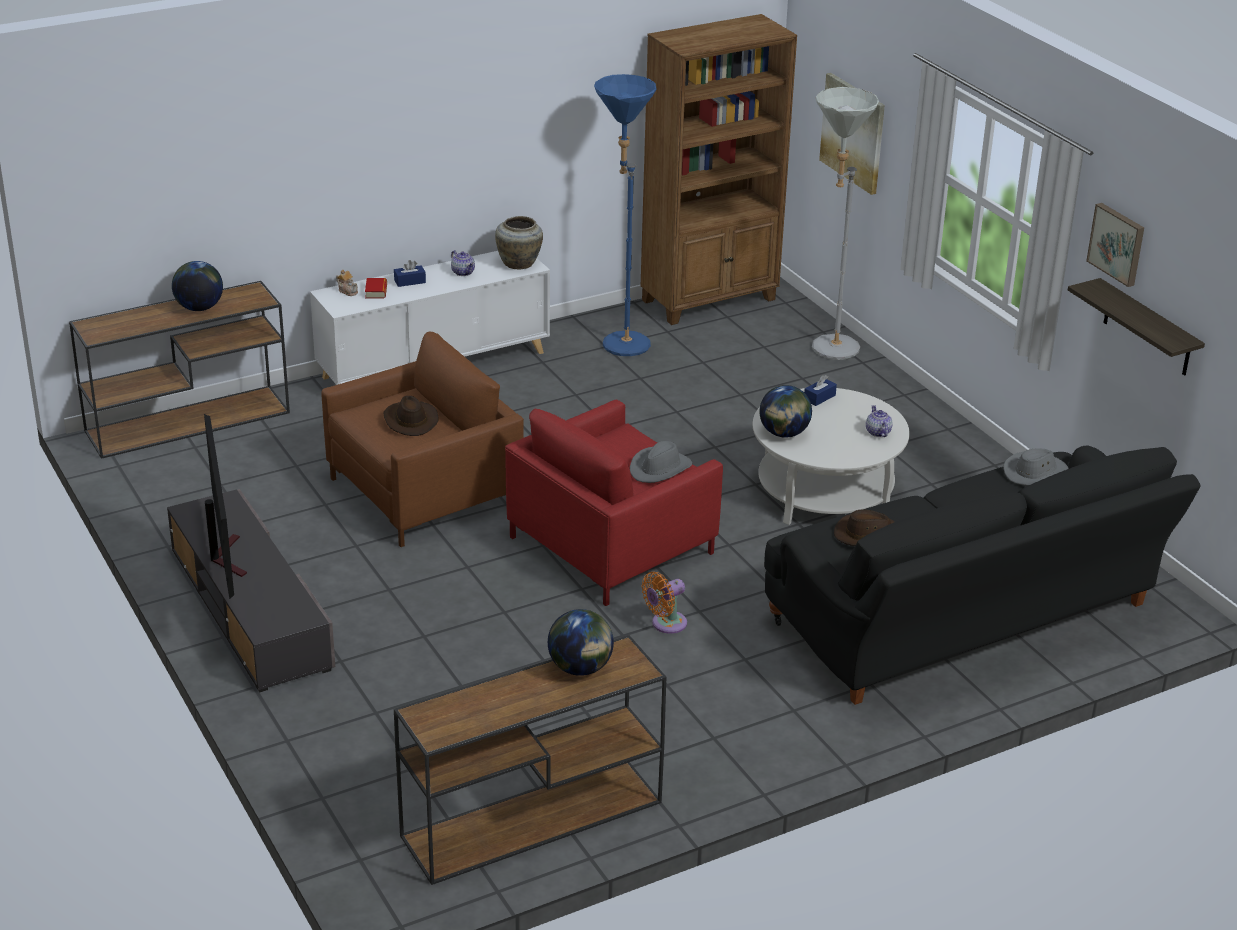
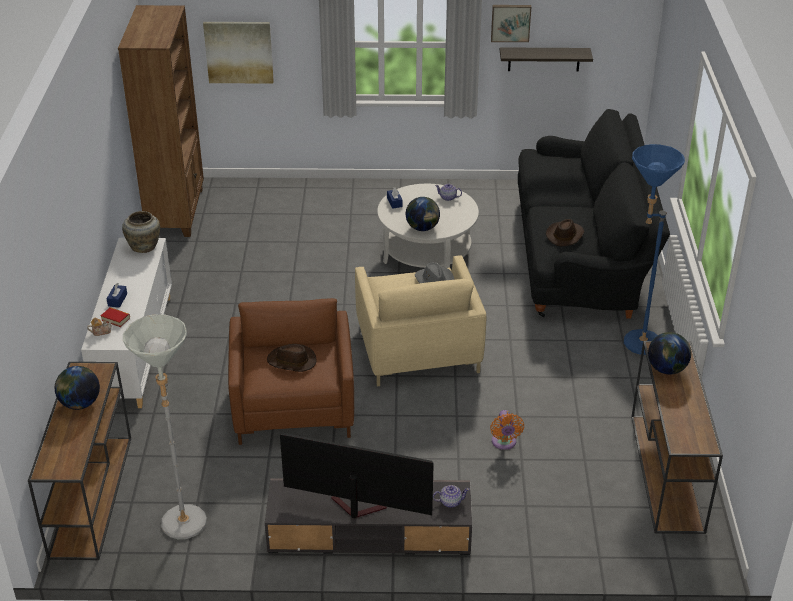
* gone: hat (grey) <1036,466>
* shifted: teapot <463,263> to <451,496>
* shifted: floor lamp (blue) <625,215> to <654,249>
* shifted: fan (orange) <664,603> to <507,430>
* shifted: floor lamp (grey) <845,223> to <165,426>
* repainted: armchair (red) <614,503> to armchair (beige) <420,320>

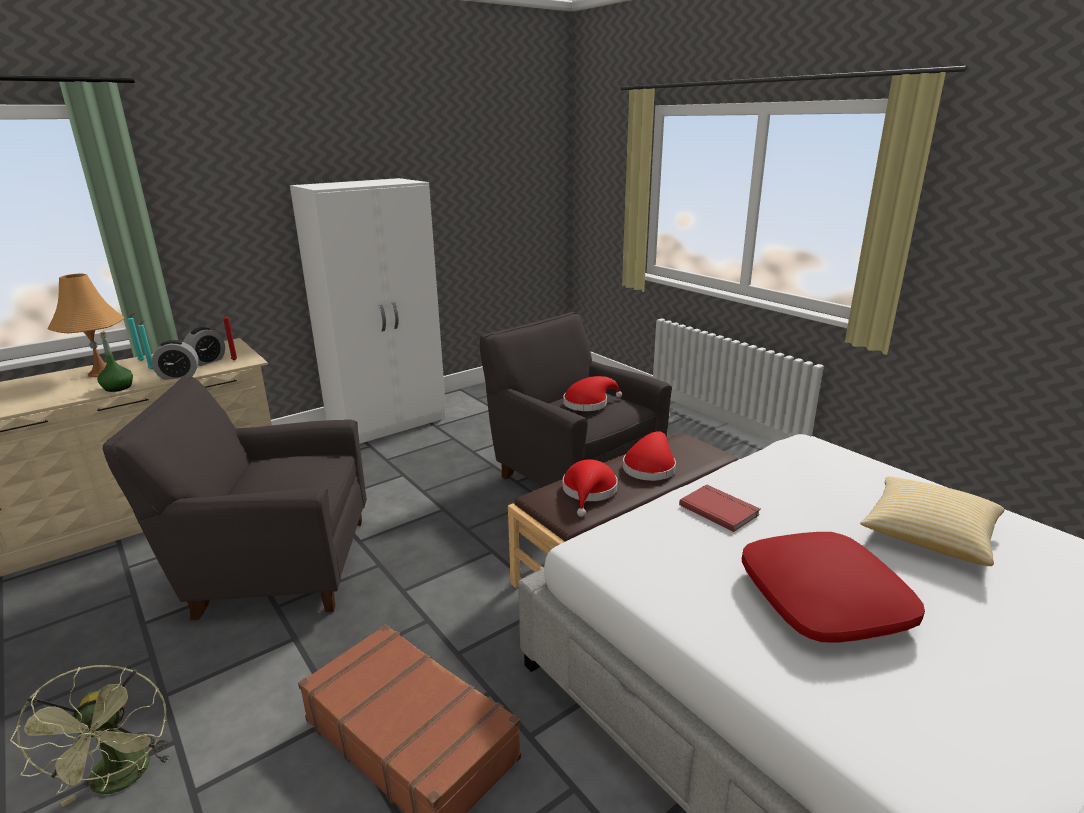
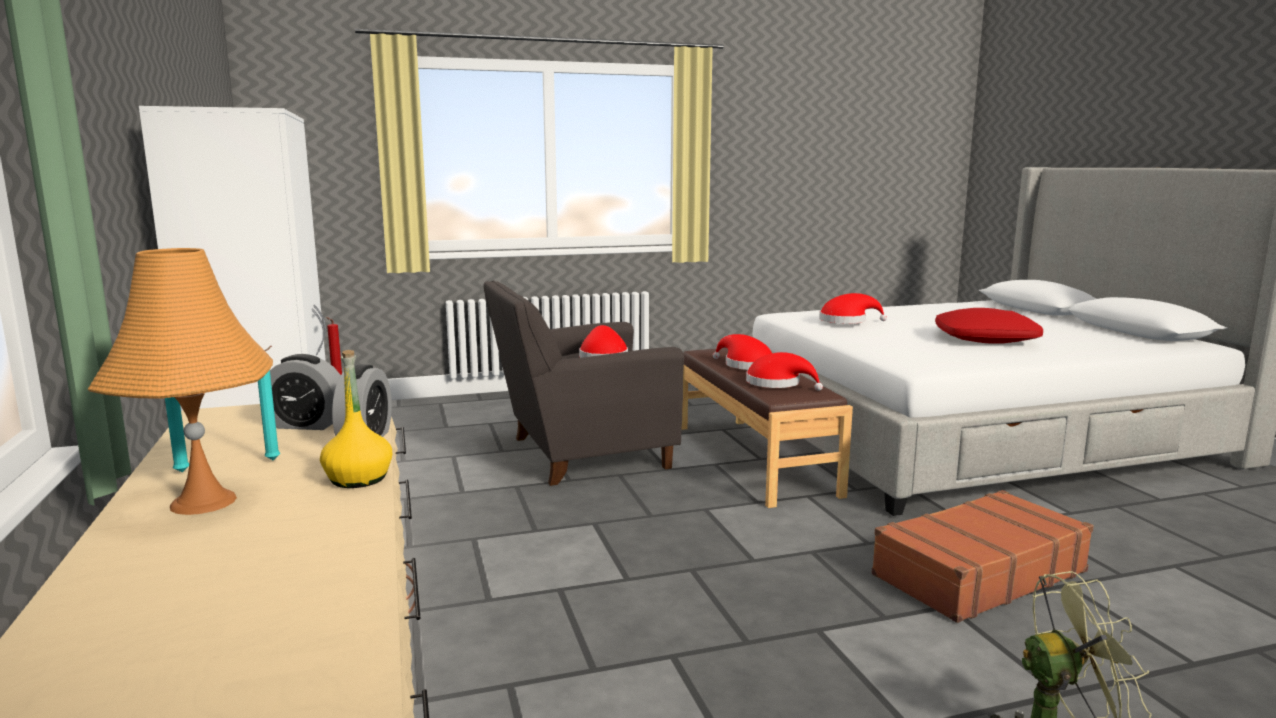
* gone: armchair (grey) <235,498>
* gone: book (red) <719,508>
* gone: pillow <932,521>
* new: hat (red) <853,308>
* repainted: bottle (green) <115,361> to bottle (yellow) <356,419>
* rotated: alarm clock <204,346> = <305,392> 135 degrees clockwise

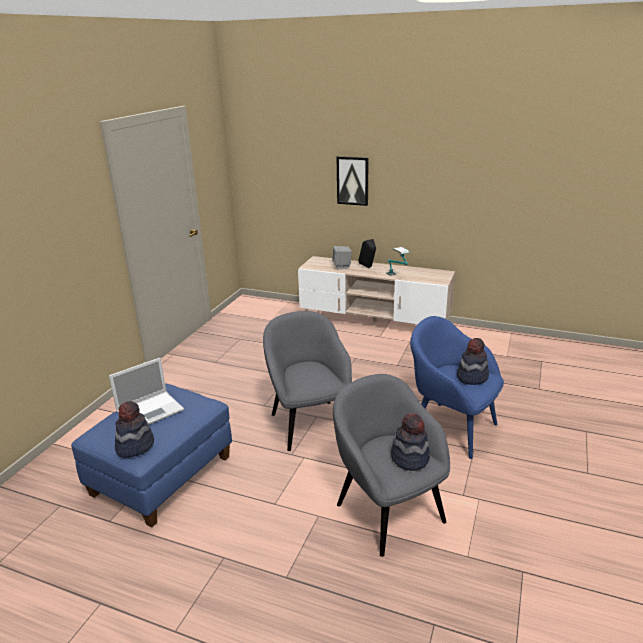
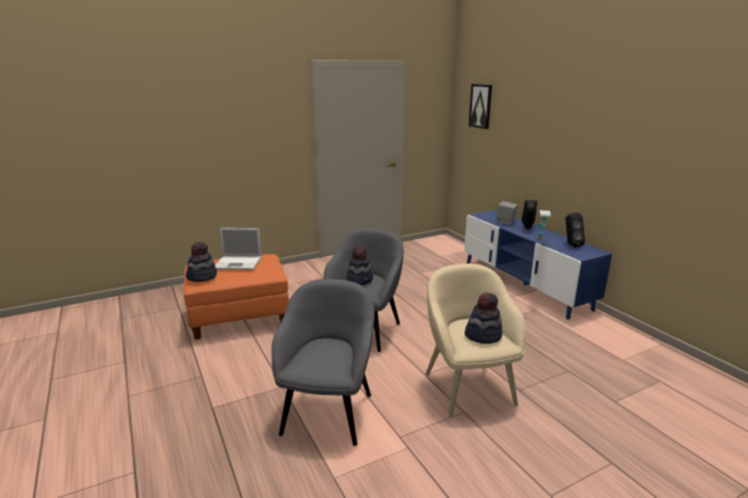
* new: speaker (black) <575,230>
* shifted: picture <353,181> to <480,106>
* shifted: hat <410,442> to <359,265>
* repainted: ottoman (blue) <151,455> to ottoman (orange) <236,297>
* repainted: tv stand (beige) <376,290> to tv stand (blue) <538,265>
* repainted: armchair (blue) <457,387> to armchair (beige) <476,340>

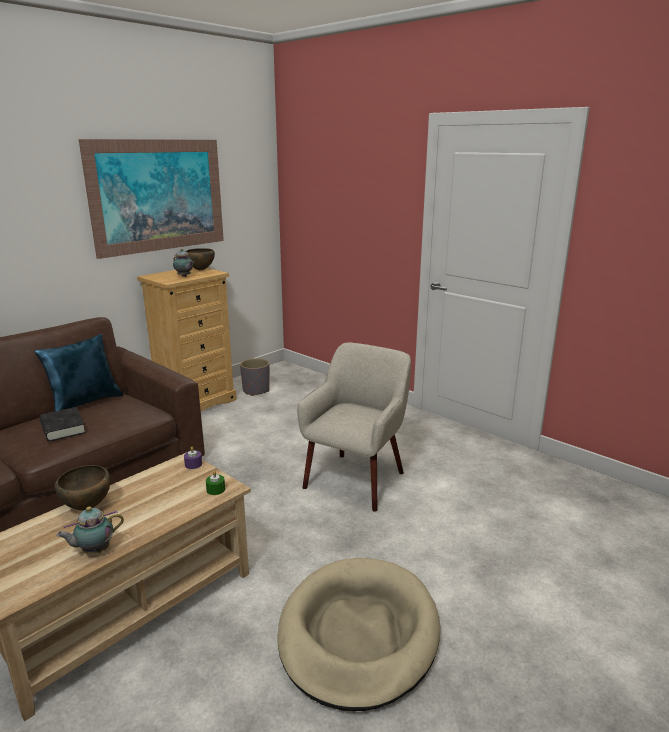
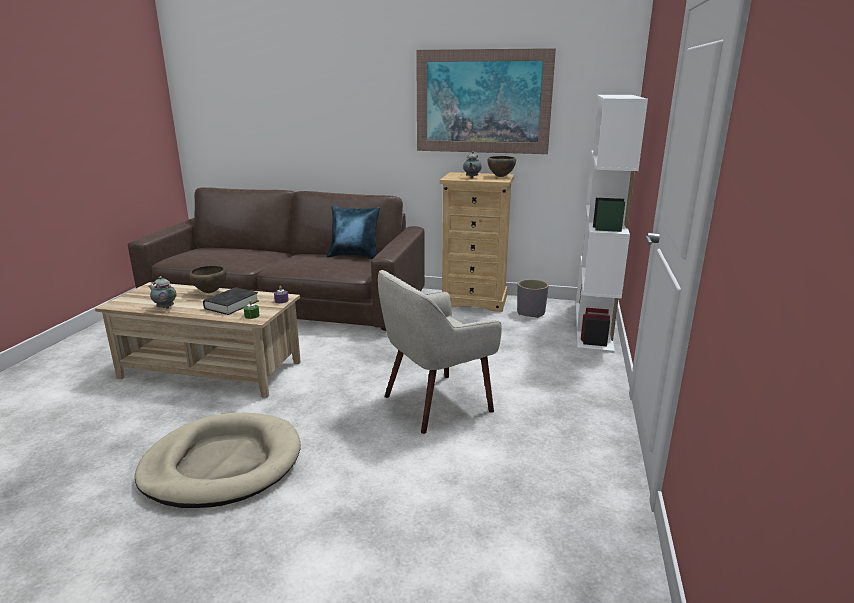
* new: bookcase (white) <612,224>
* shifted: book (black) <63,424> to <231,301>
* rotated: armchair (beige) <354,427> = <440,352> 150 degrees clockwise

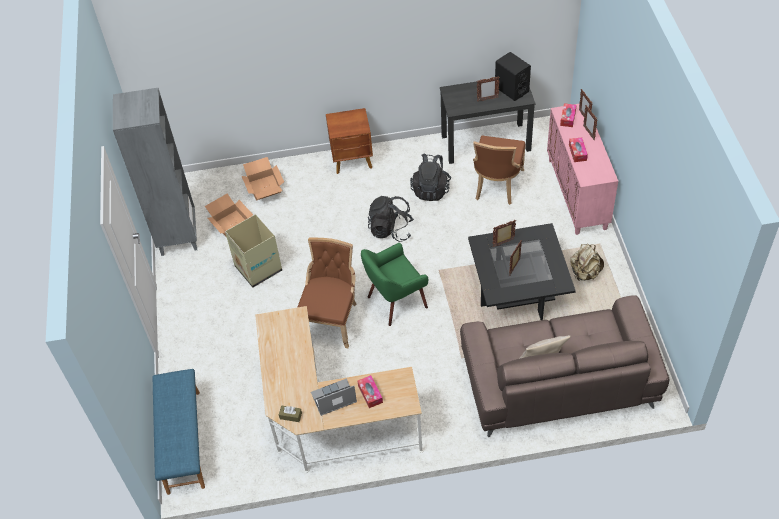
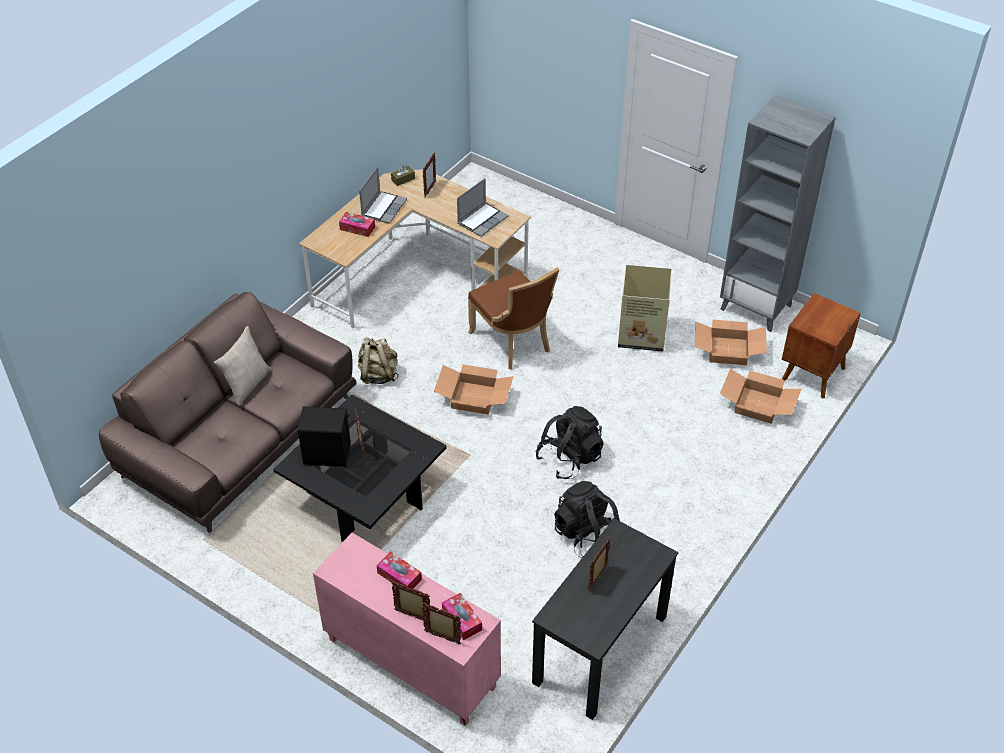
* gone: bench (blue) <179,432>
* gone: chair (brown) <499,170>
* new: laptop <482,207>
* shifted: nightstand (brown) <349,141> to <821,345>
* shifted: picture frame <504,233> to <429,175>
* shifted: speaker (black) <513,76> to <324,436>
* shifted: backpack (beige) <587,262> to <377,361>
* swapped: armchair (green) <394,284> to cardboard box <474,389>

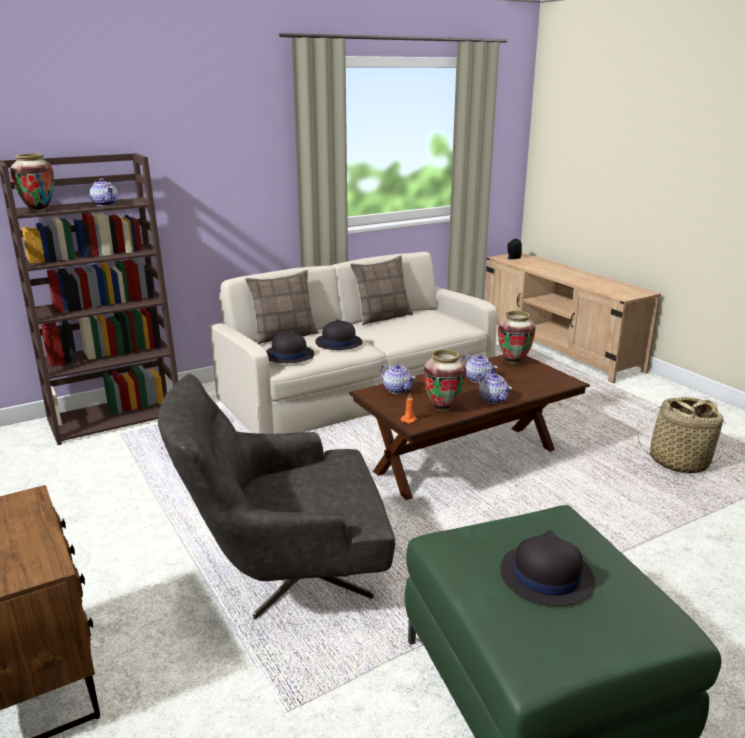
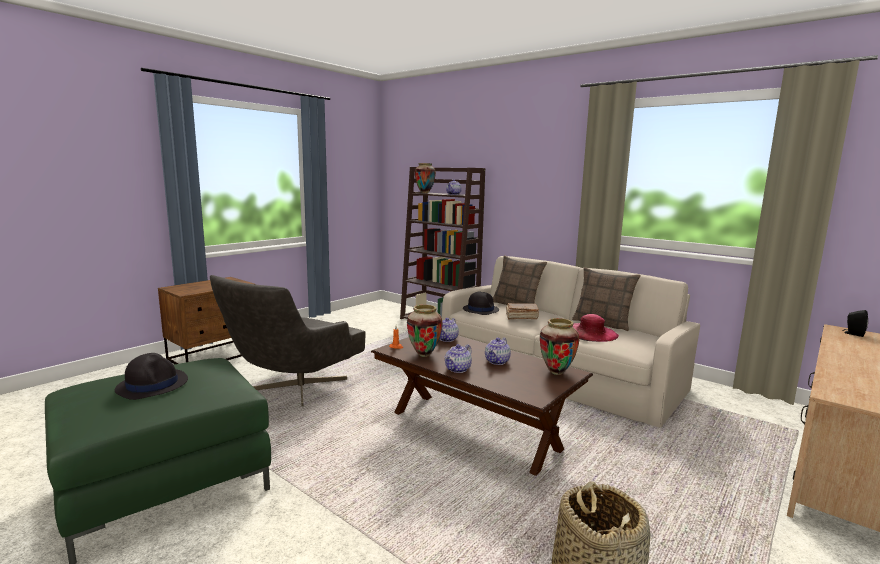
* new: hat (pink) <595,328>
* swapped: hat (black) <339,334> to book (brown) <522,311>
* rotated: armchair (grey) <276,497> = <287,340> 120 degrees counterclockwise

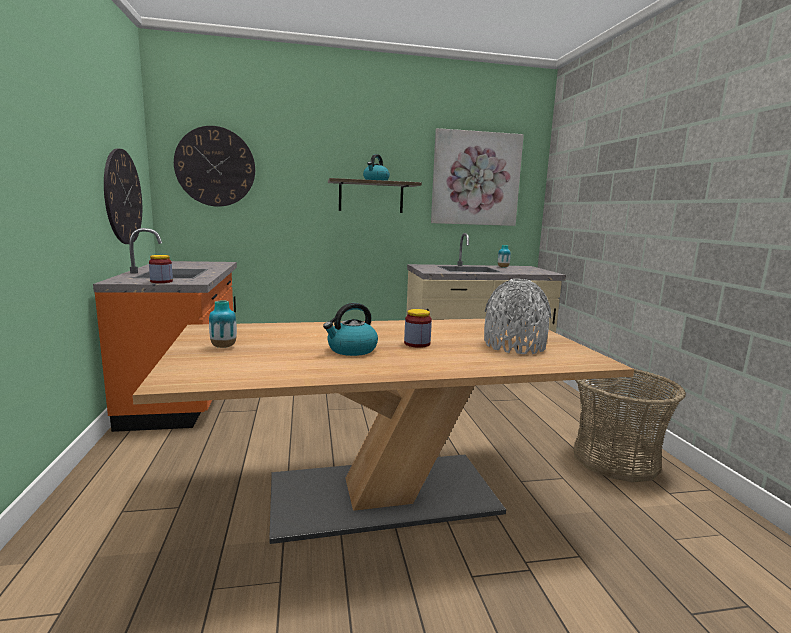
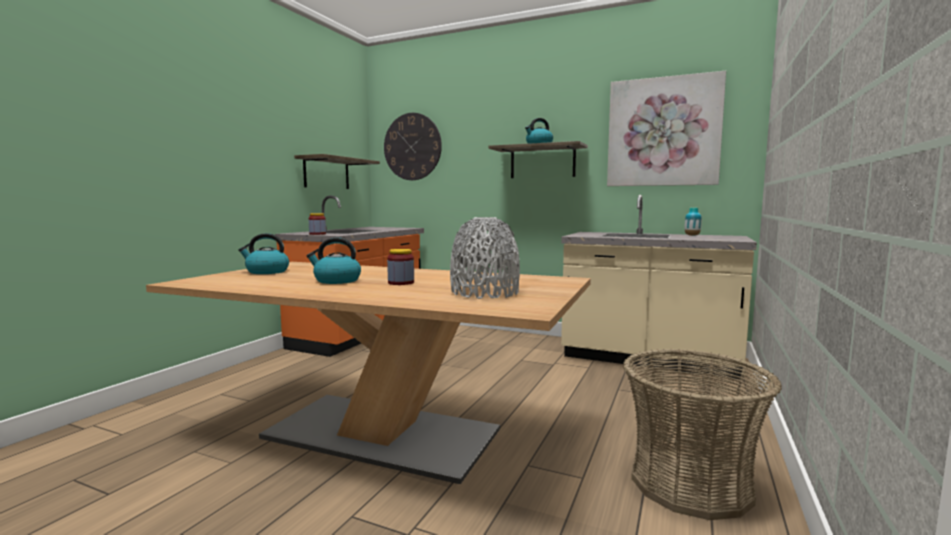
* swapped: wall clock <123,196> to shelf <337,171>
* swapped: vase <223,324> to kettle <263,253>

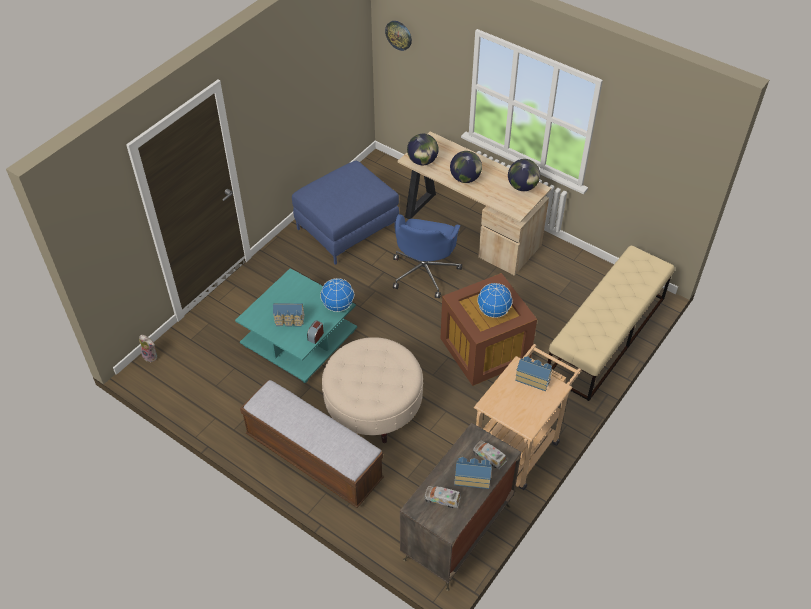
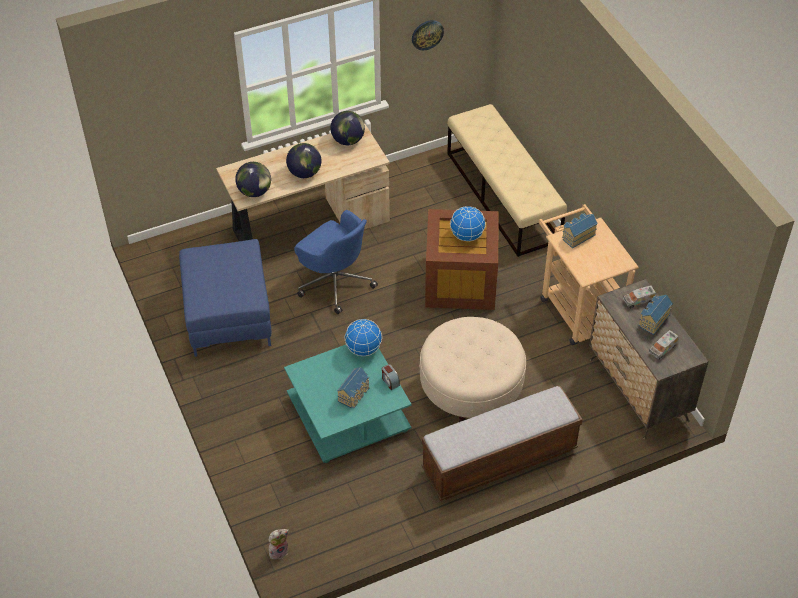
* shifted: wall clock <398,36> to <428,35>

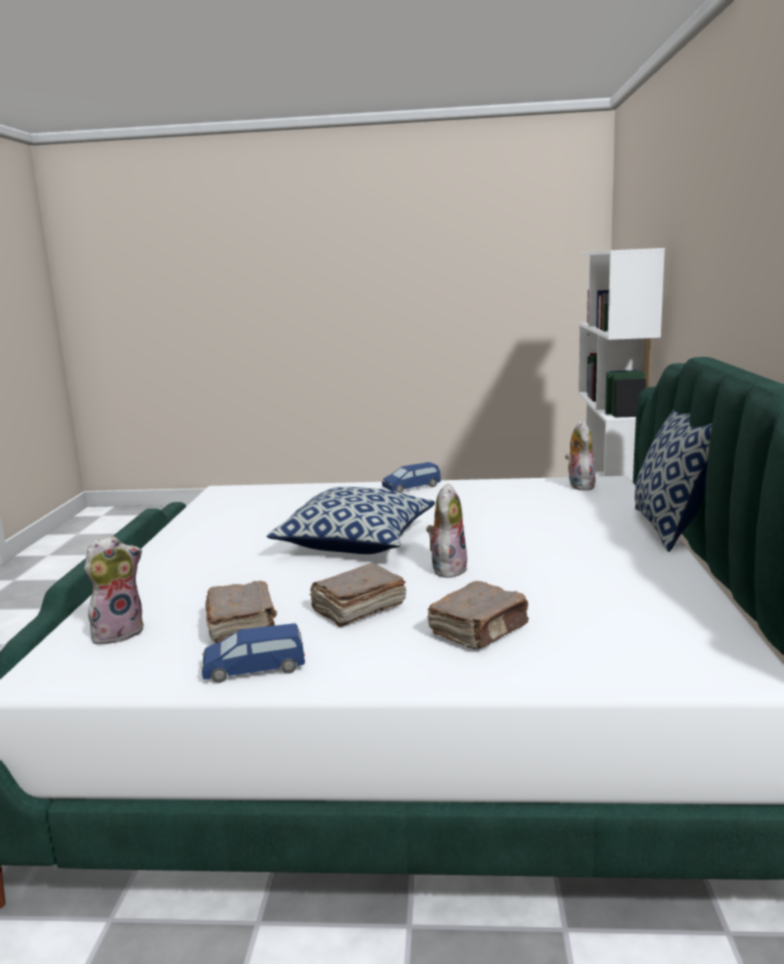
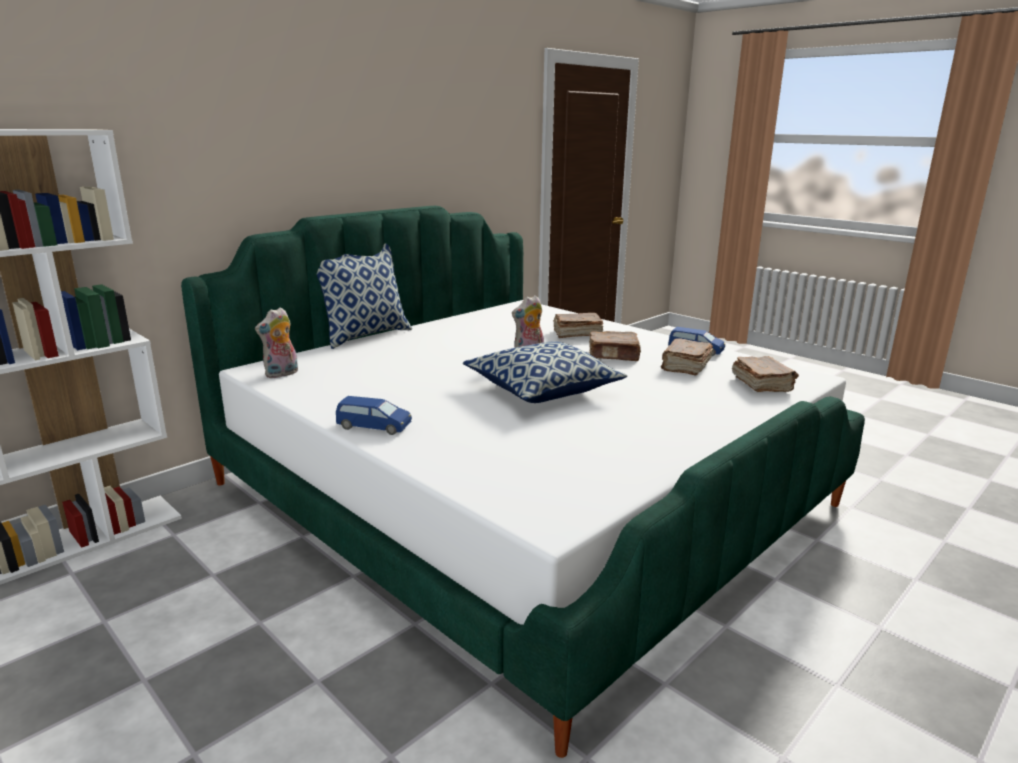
* swapped: plush toy <114,589> to book (brown) <765,374>

